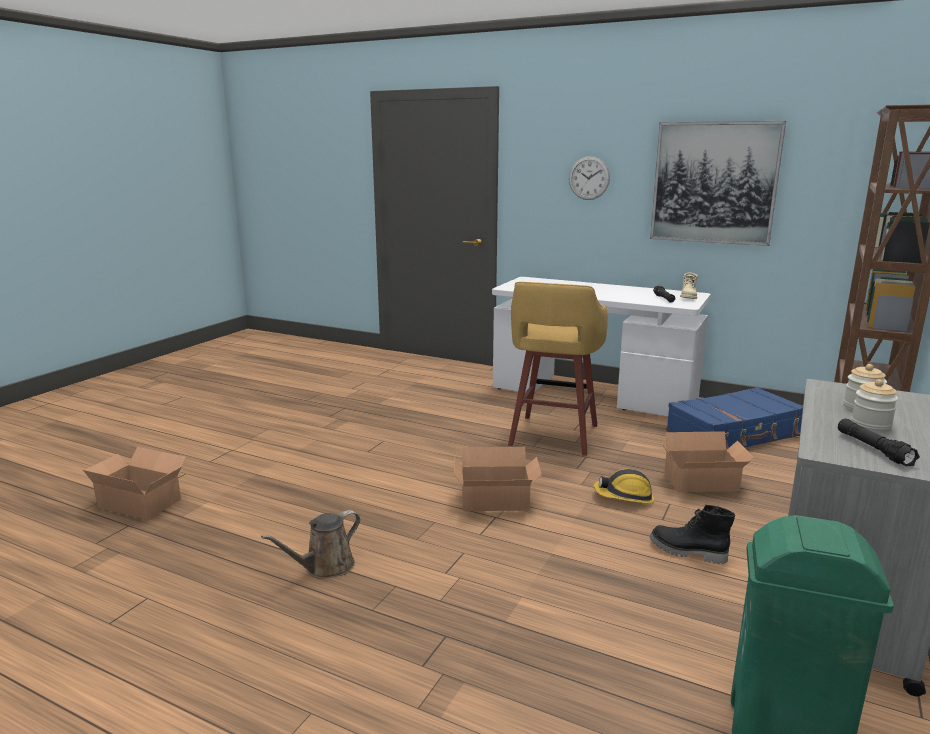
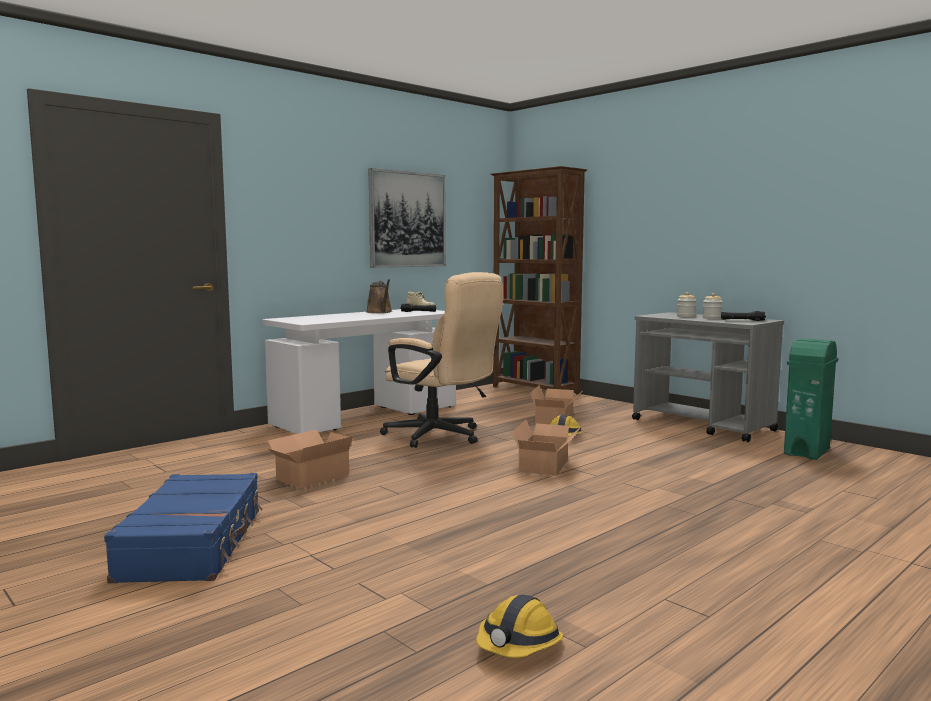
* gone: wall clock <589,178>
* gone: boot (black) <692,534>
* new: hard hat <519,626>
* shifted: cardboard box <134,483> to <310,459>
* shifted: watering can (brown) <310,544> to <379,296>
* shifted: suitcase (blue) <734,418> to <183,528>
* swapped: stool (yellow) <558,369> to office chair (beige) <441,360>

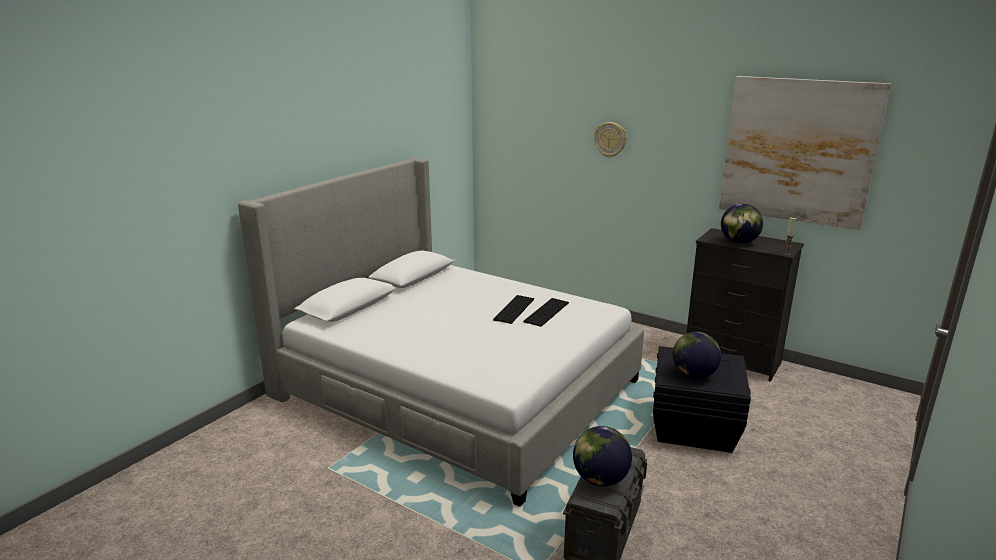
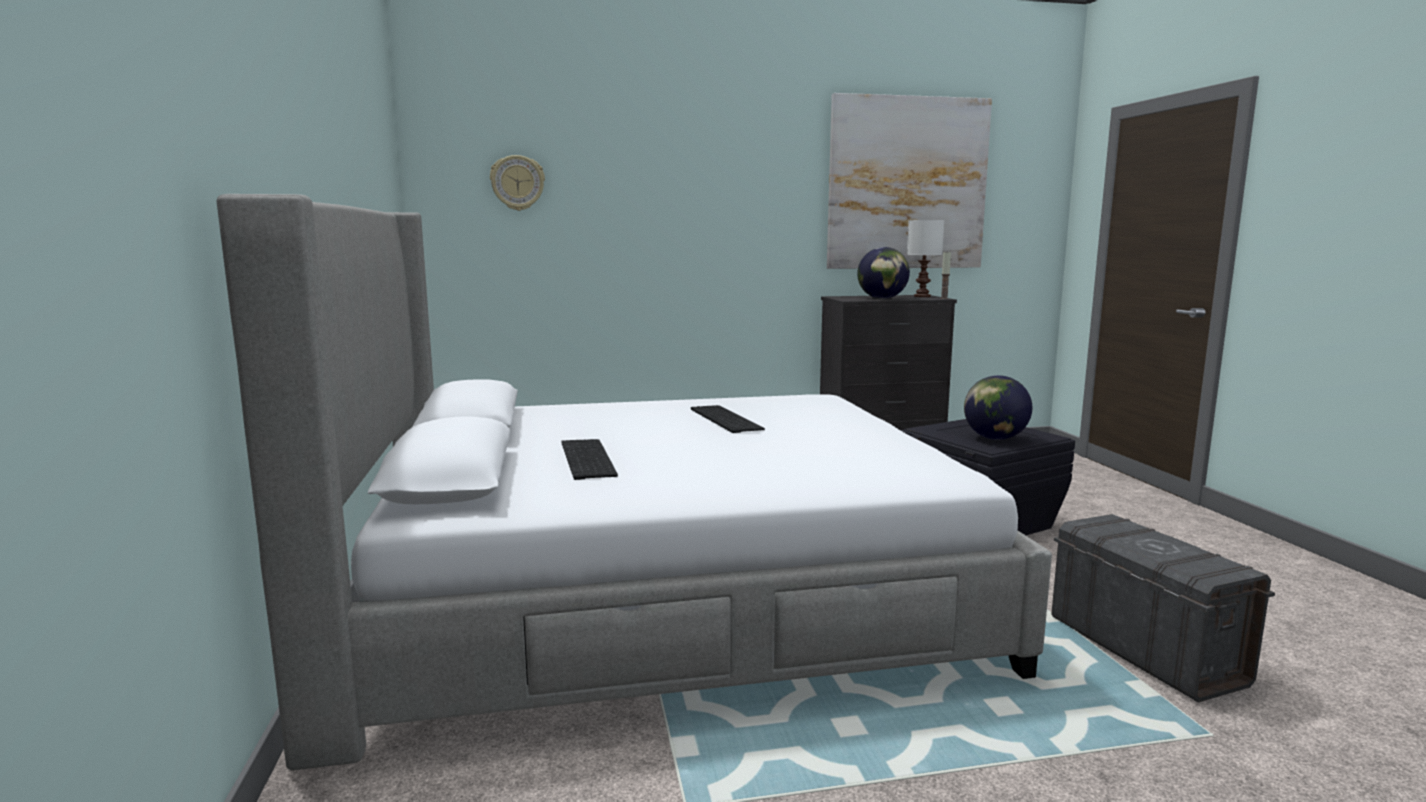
* gone: globe <602,456>
* new: table lamp (white) <925,258>
* shifted: keyboard <546,312> to <589,459>
* shifted: wall clock <610,140> to <517,183>

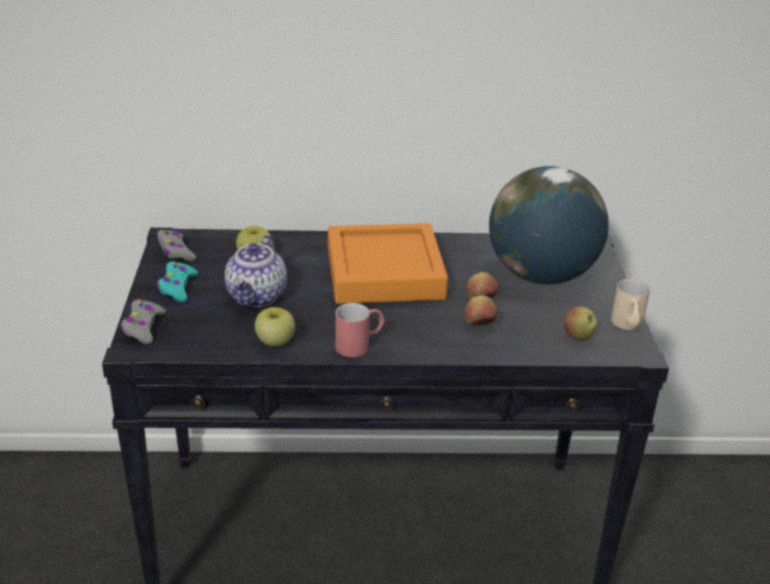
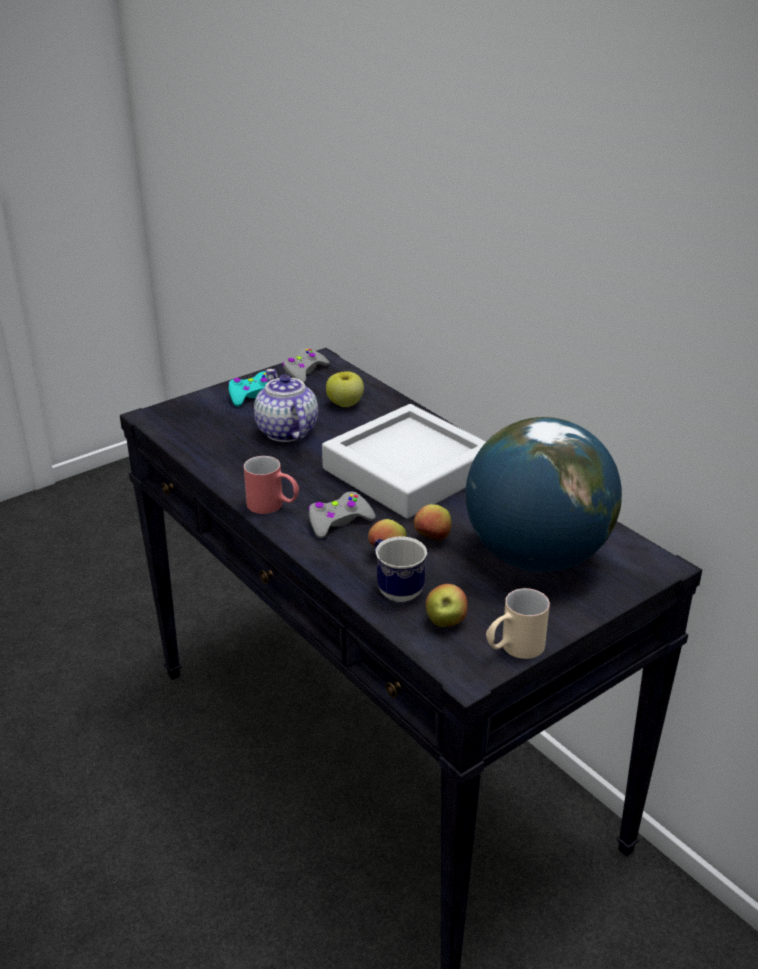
* gone: apple <275,326>
* new: mug <400,569>
* shifted: game controller (grey) <143,321> to <341,514>
* repainted: tray (orange) <388,263> to tray (grey) <404,461>
* rotated: teapot <256,271> = <286,405> 90 degrees clockwise

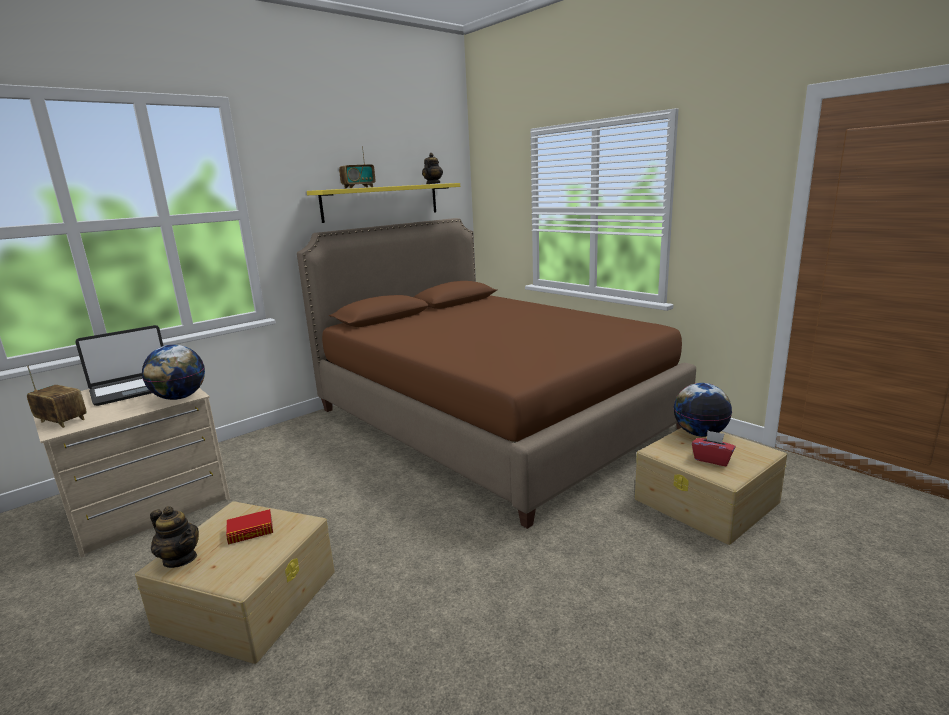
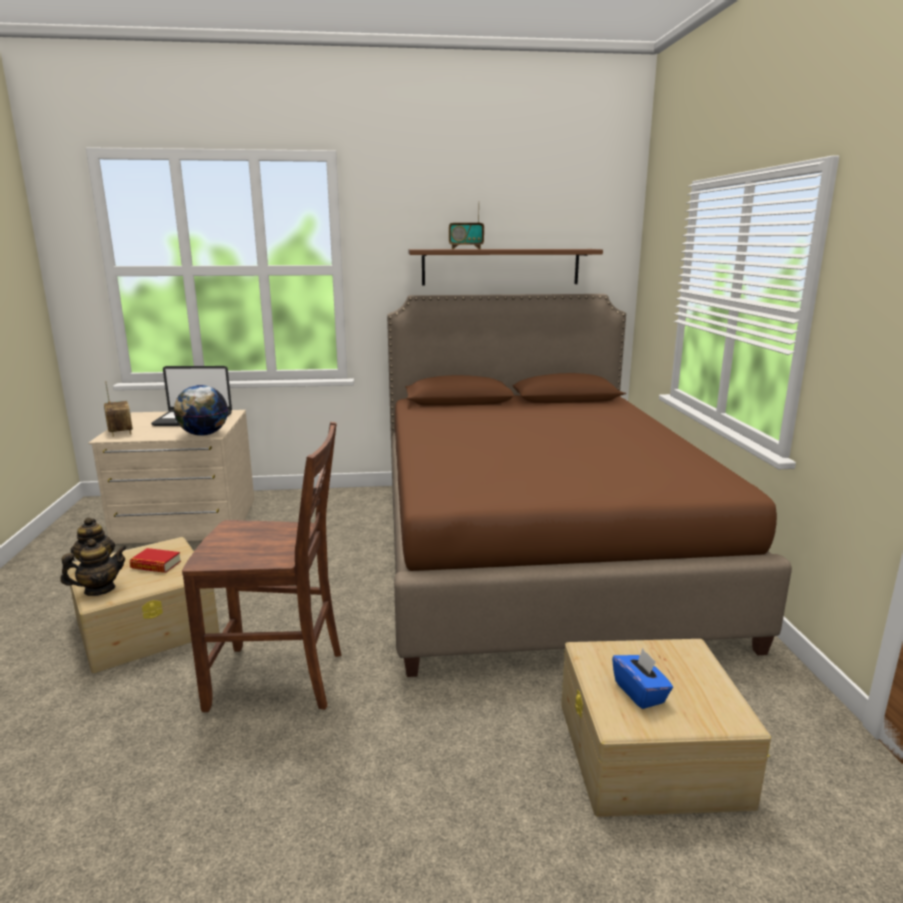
* gone: globe <703,410>
* new: chair (brown) <261,567>
* shifted: teapot <432,168> to <93,567>
* repainted: shelf (yellow) <383,203> to shelf (brown) <505,267>
* repainted: tissue box (red) <713,448> to tissue box (blue) <642,678>

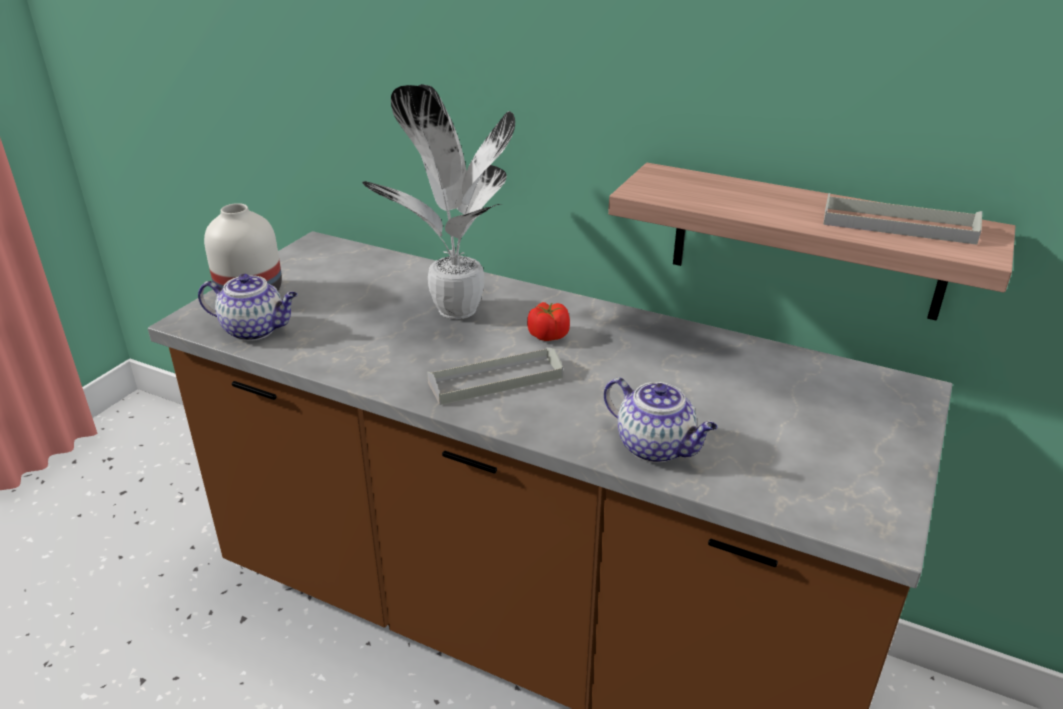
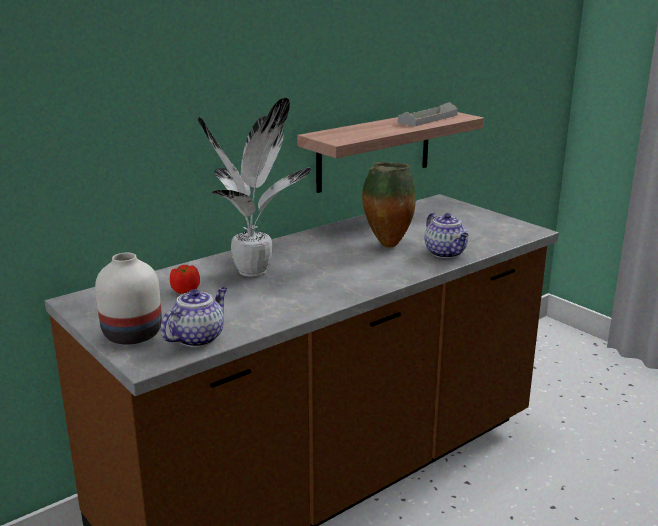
* gone: tray (grey) <495,376>
* new: vase <389,205>
* shifted: tomato <548,321> to <185,279>
* rotated: teapot <661,420> = <446,235> 90 degrees clockwise

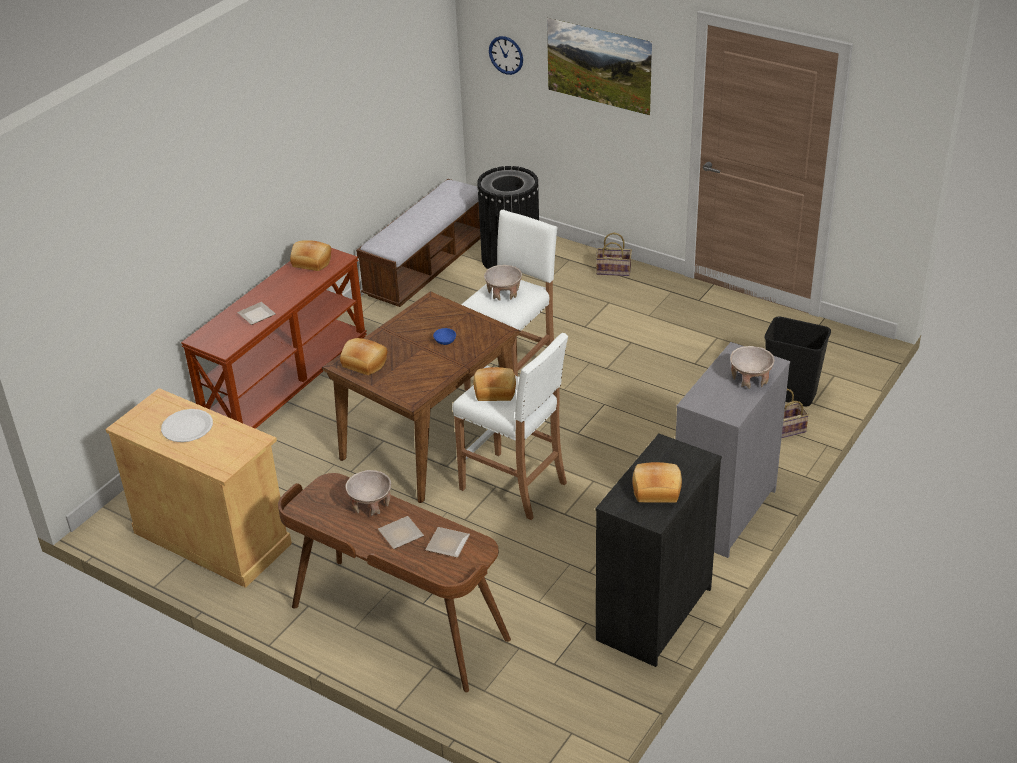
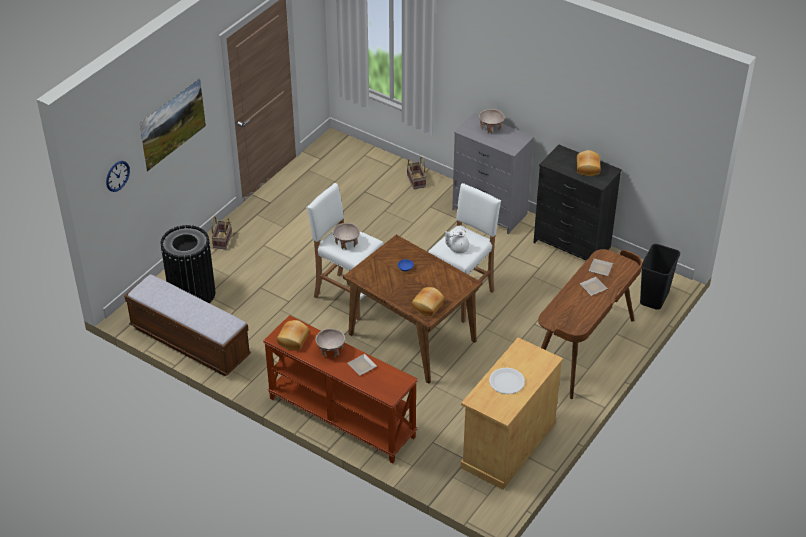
* shifted: bowl (beige) <368,493> to <330,343>
* shifted: trash can (black) <797,361> to <660,277>
* swapped: bread <495,384> to teapot (white) <457,241>

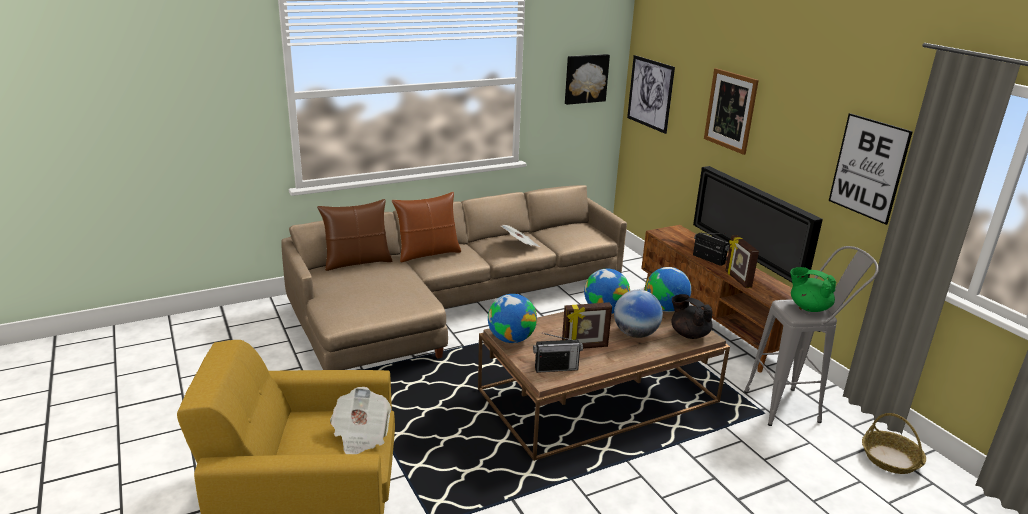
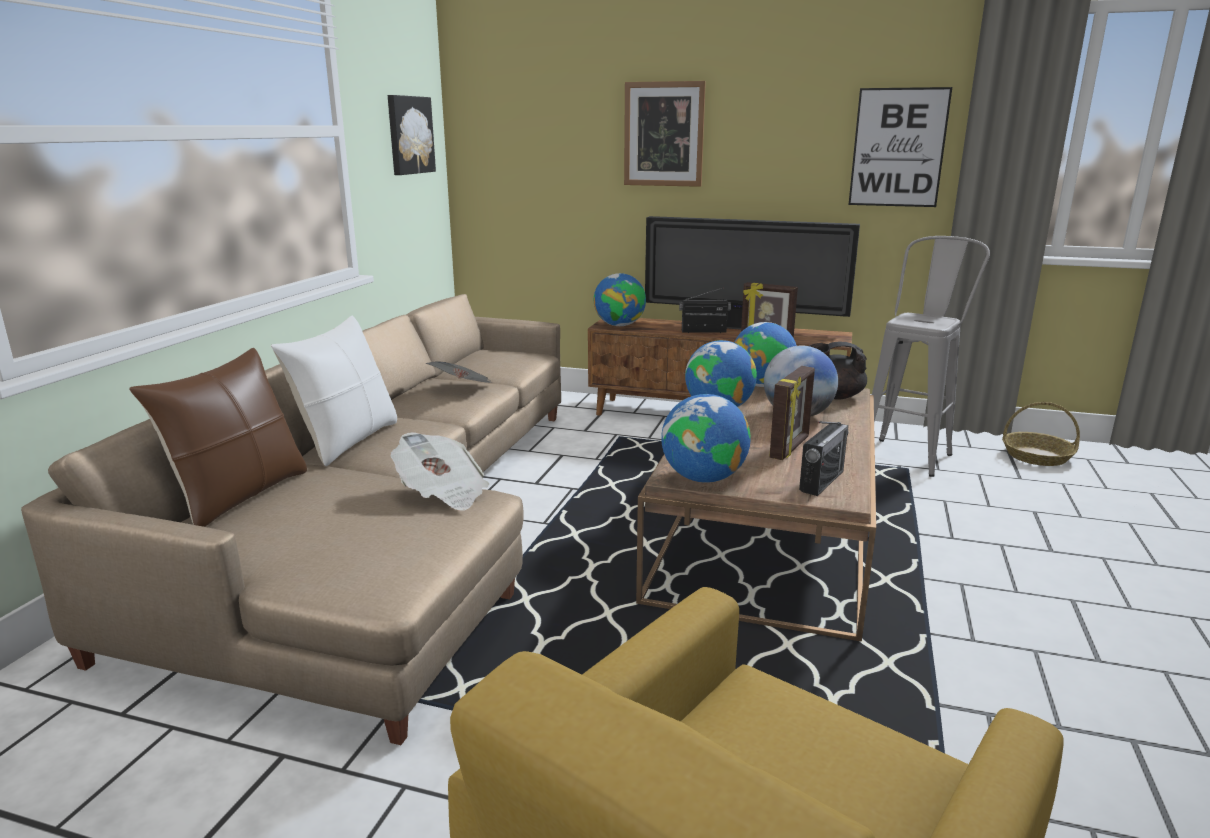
* gone: picture <651,94>
* gone: teapot (green) <813,289>
* new: globe <620,299>
* shifted: newspaper <360,420> to <440,471>
* repainted: pillow (brown) <426,227> to pillow (white) <334,391>

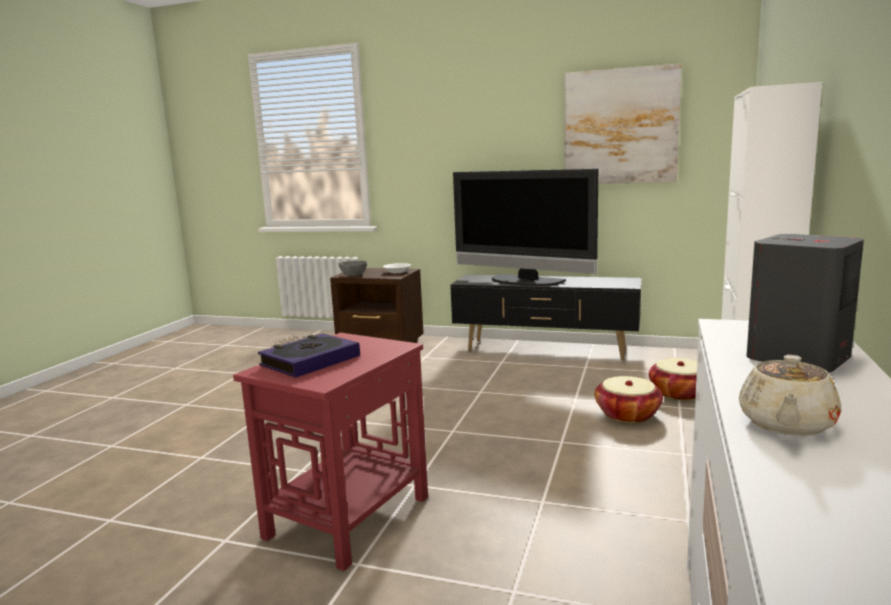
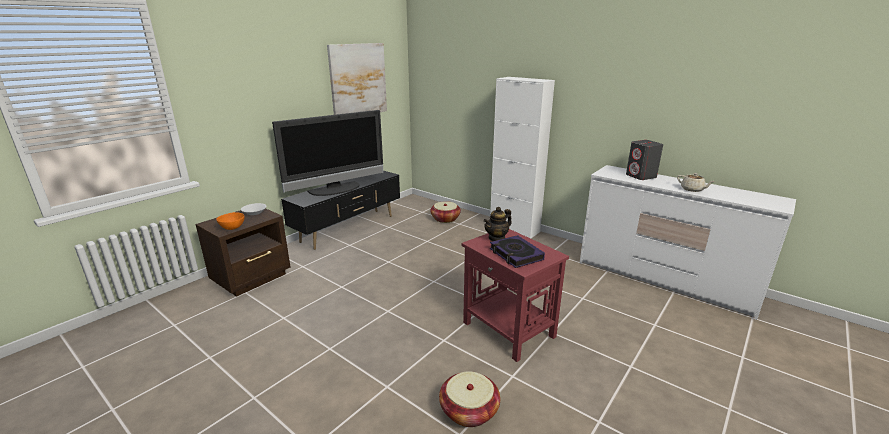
* new: teapot <498,224>
* shifted: basket <629,399> to <469,399>
* repainted: bowl (grey) <353,268> to bowl (orange) <230,221>

